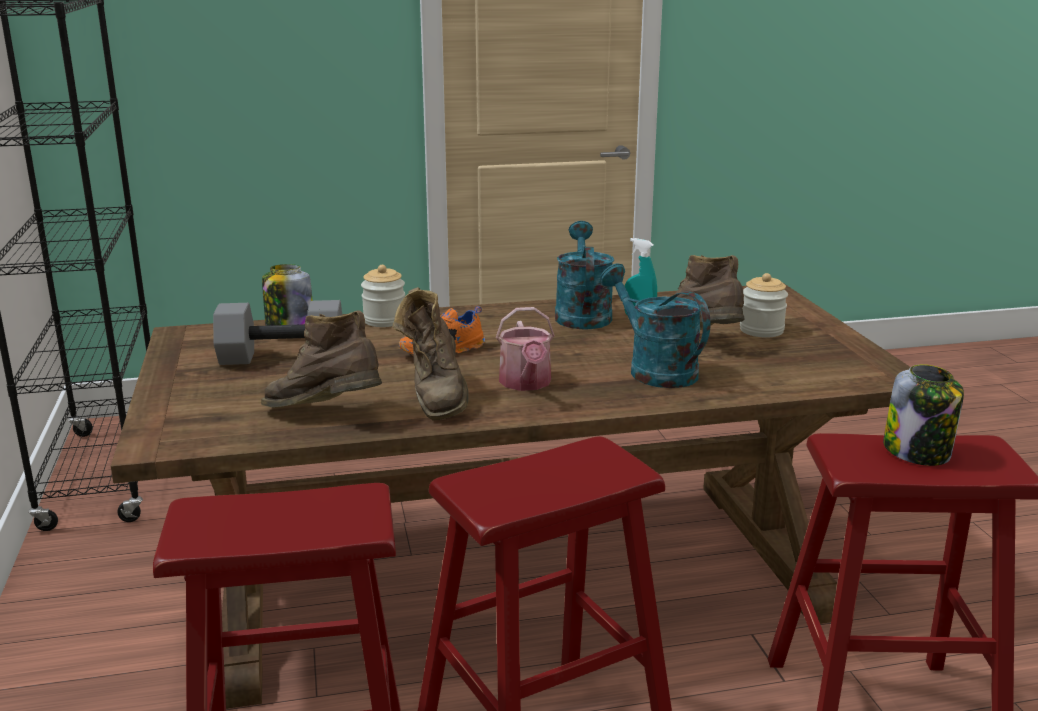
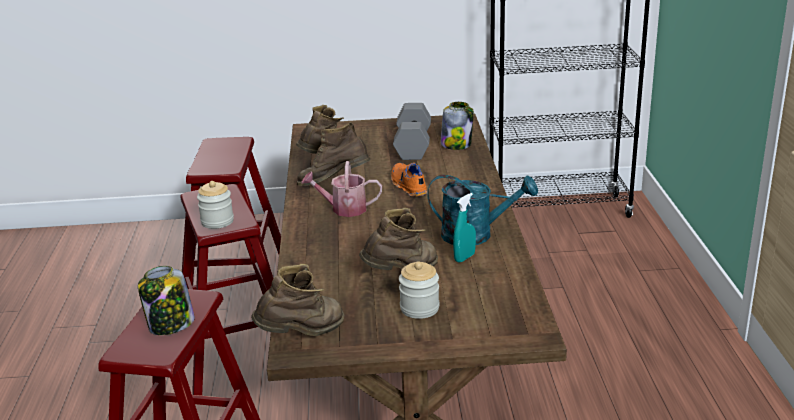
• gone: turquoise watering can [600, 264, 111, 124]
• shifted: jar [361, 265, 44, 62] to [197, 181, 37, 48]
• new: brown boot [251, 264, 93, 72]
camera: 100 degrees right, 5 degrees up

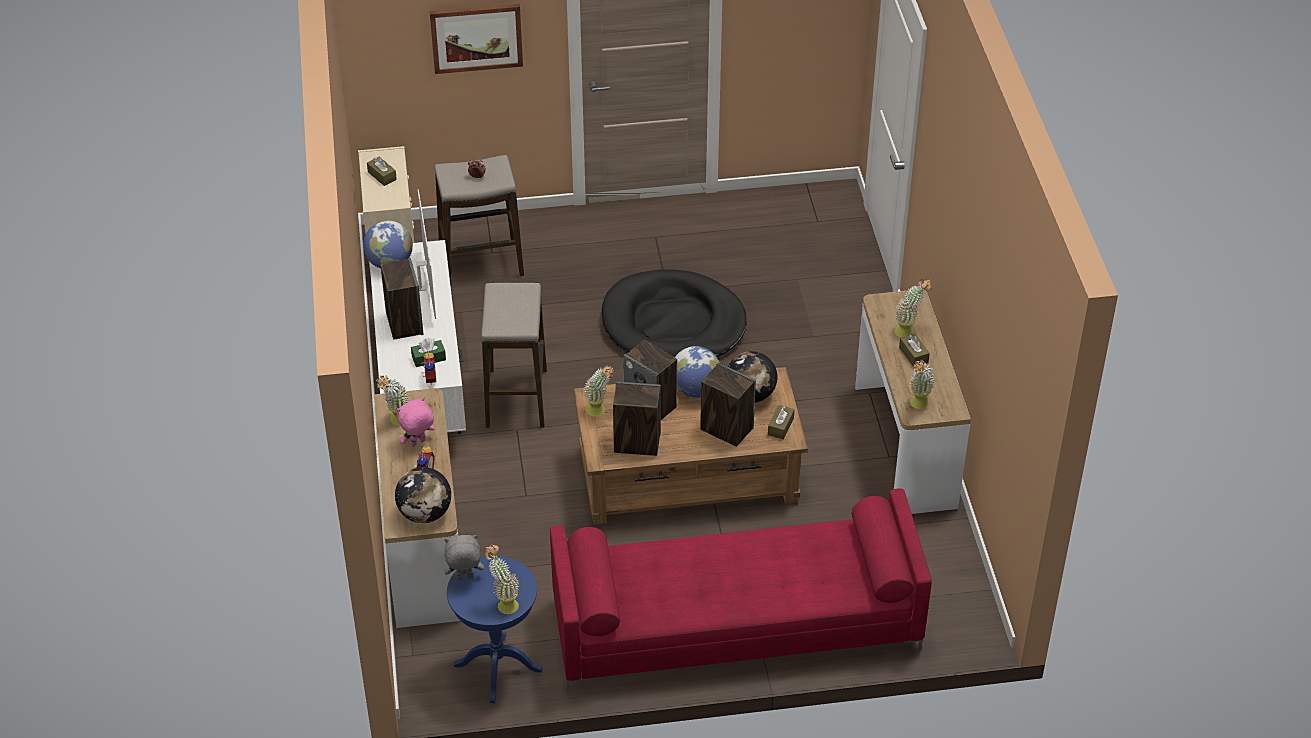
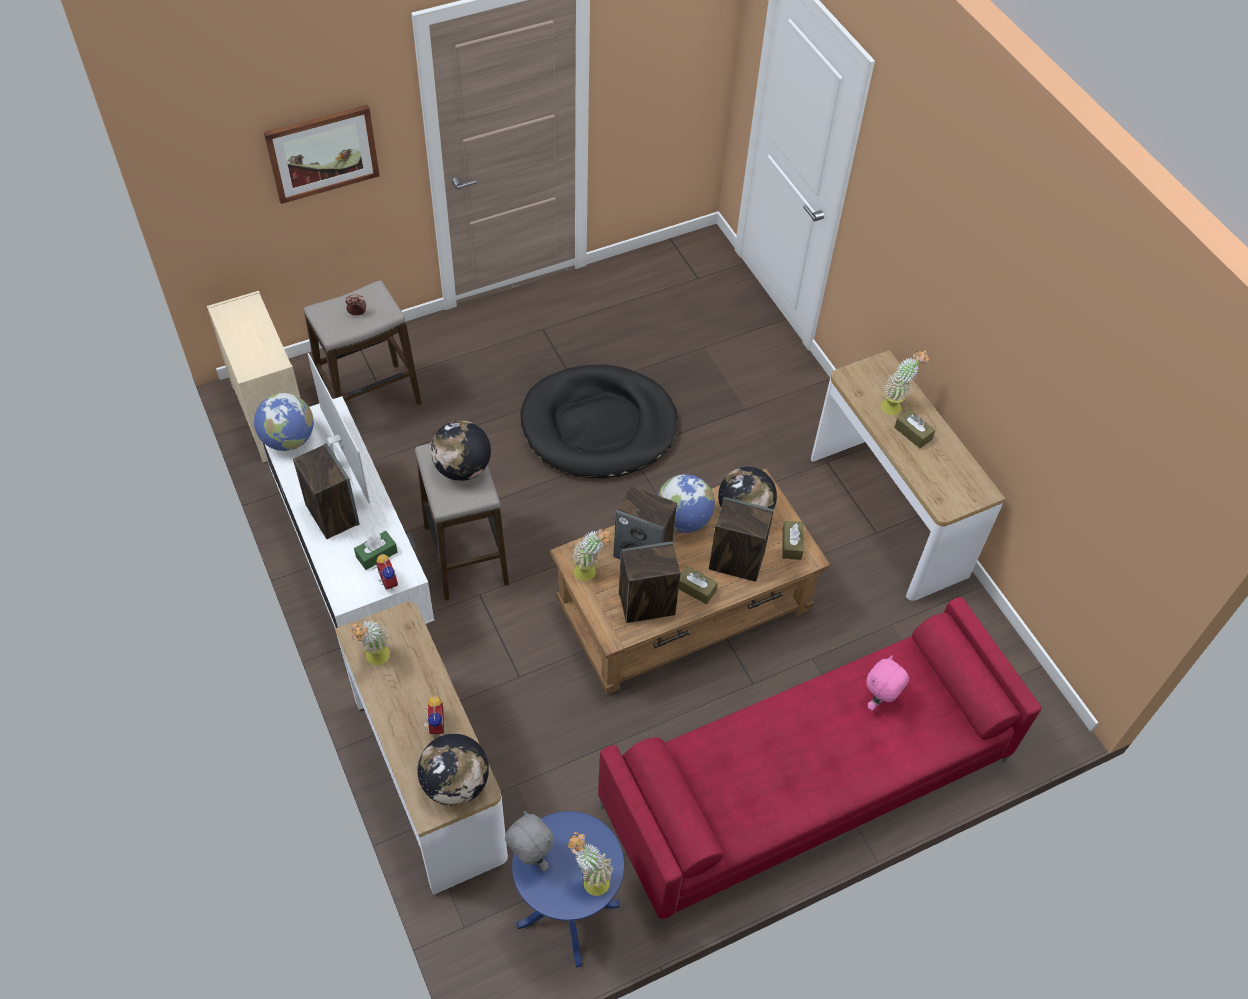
• shifted: brown tissue box [367, 157, 30, 29] to [679, 566, 39, 38]
• gone: potted plant [910, 360, 24, 49]
• shifted: pink plush toy [397, 397, 38, 50] to [866, 655, 43, 56]
• rotated: grey plush toy [444, 535, 40, 45] = [505, 811, 49, 60] 75 degrees clockwise
• new: globe [430, 420, 61, 61]
camera: 20 degrees left, 10 degrees up

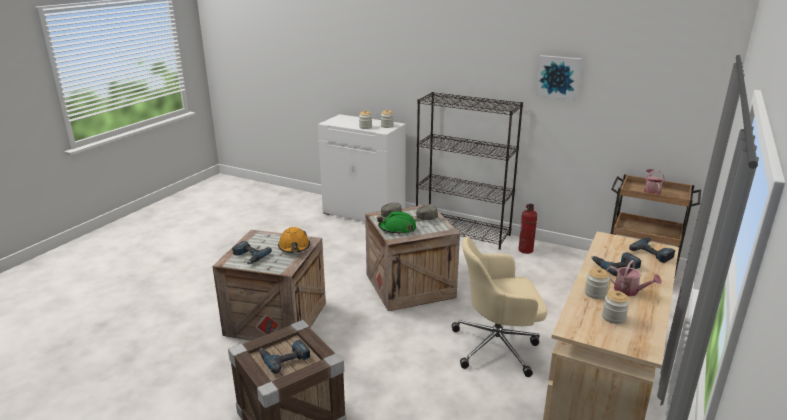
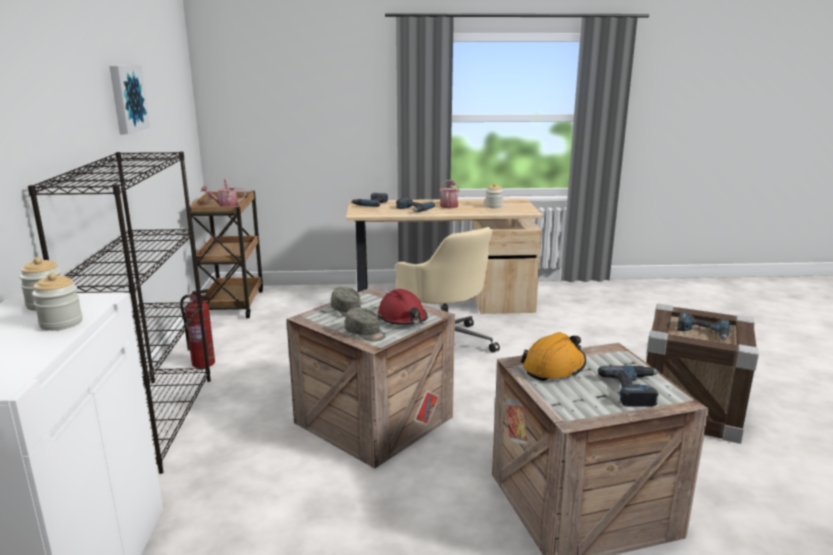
• repainted: green hard hat [377, 211, 39, 24] to red hard hat [378, 289, 50, 36]
• gone: jar [585, 268, 25, 31]
camera: 120 degrees left, 5 degrees down

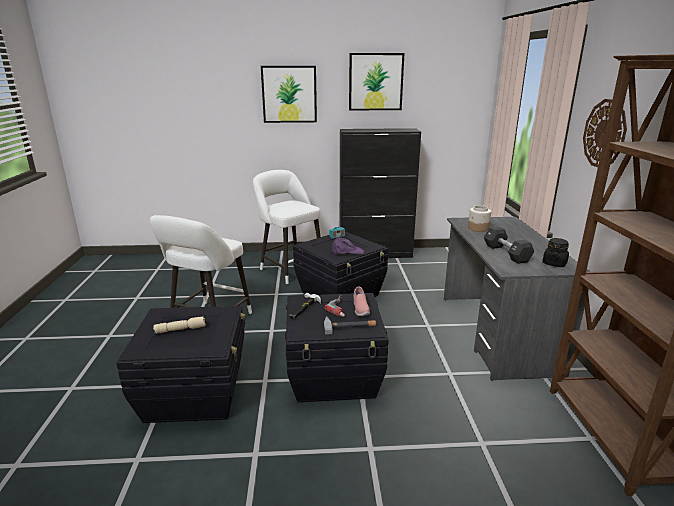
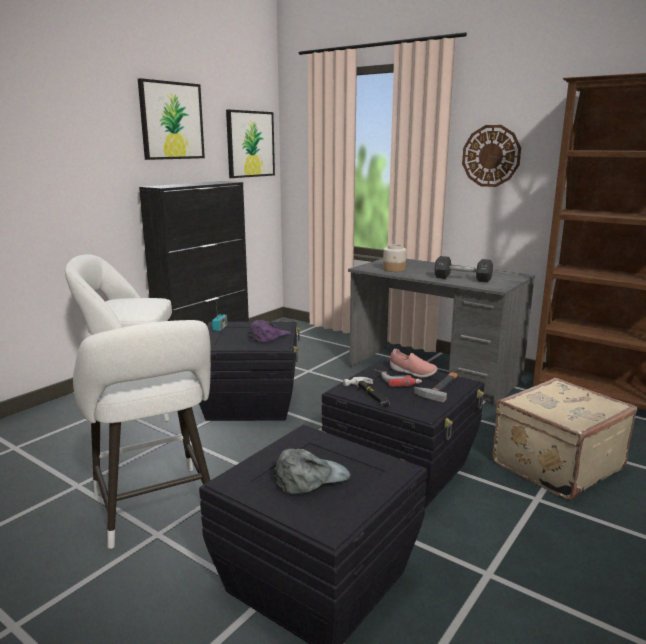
• shifted: picture [261, 66, 56, 57] to [226, 110, 49, 68]
• gone: black jar [542, 238, 27, 29]
• swapped: beige flashlight [153, 317, 53, 17] to grey cap [273, 449, 77, 45]
• new: beige suitcase [492, 378, 145, 122]
camera: 50 degrees left, 5 degrees down

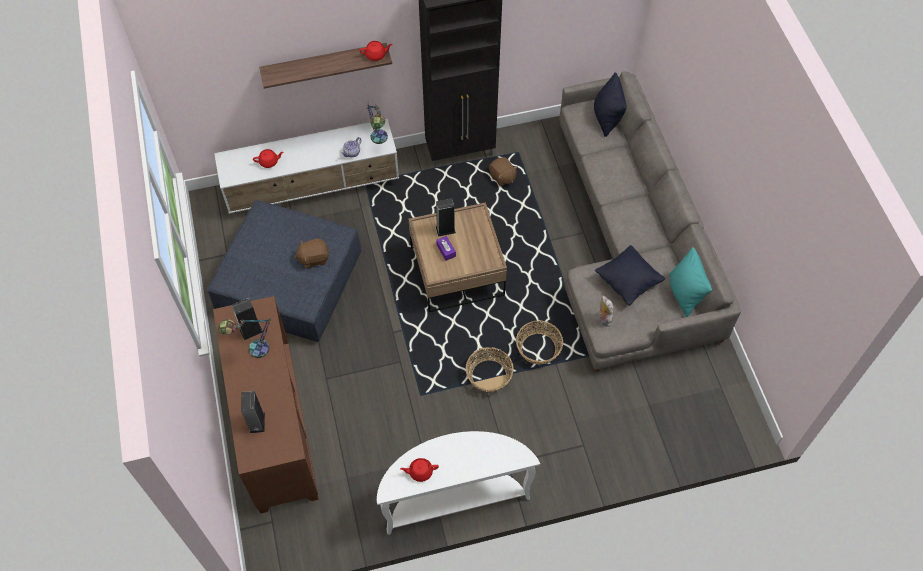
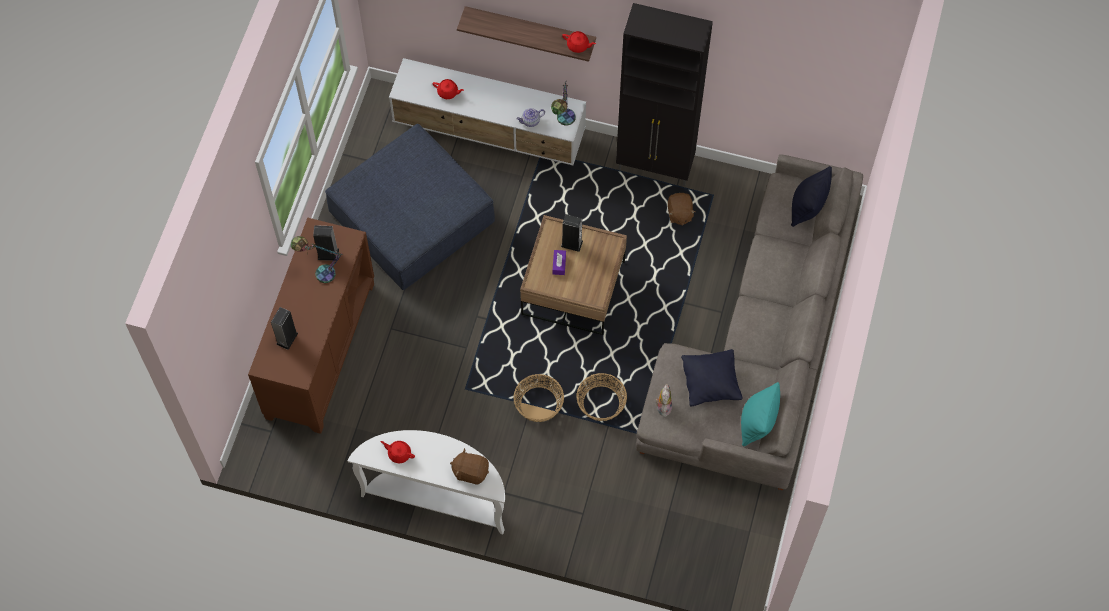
• shifted: brown plush toy [295, 239, 34, 30] to [450, 448, 39, 36]
camera: 30 degrees right, 5 degrees up

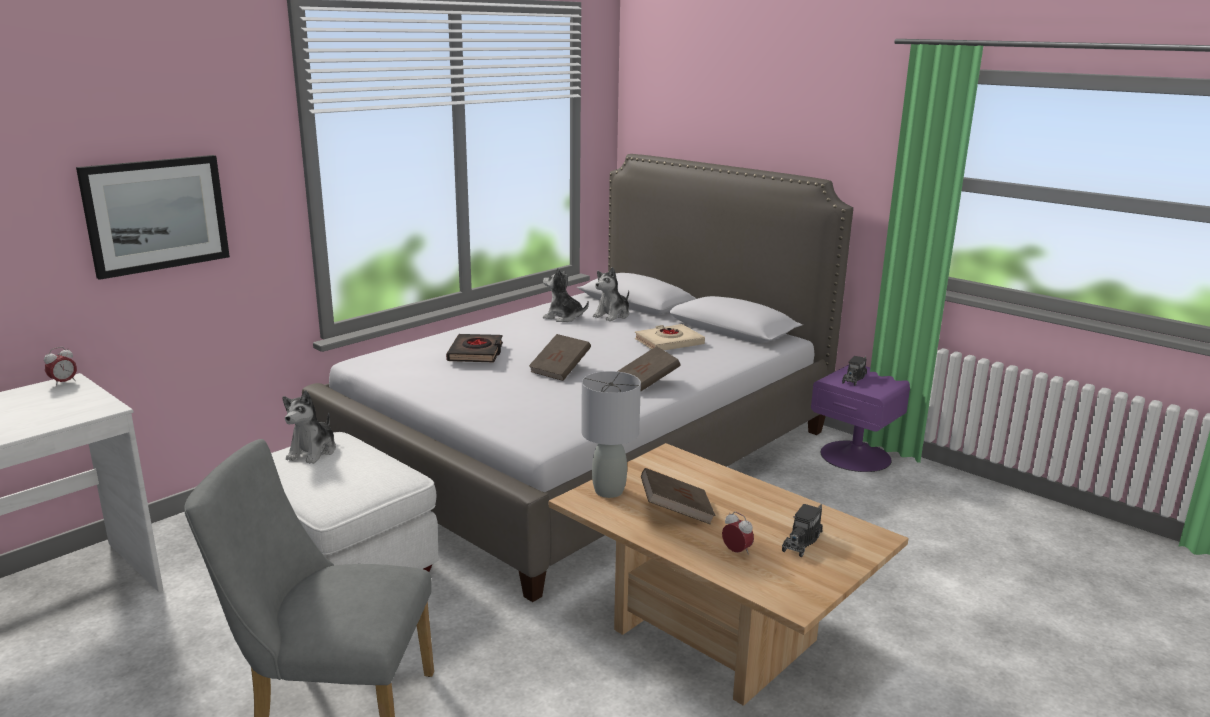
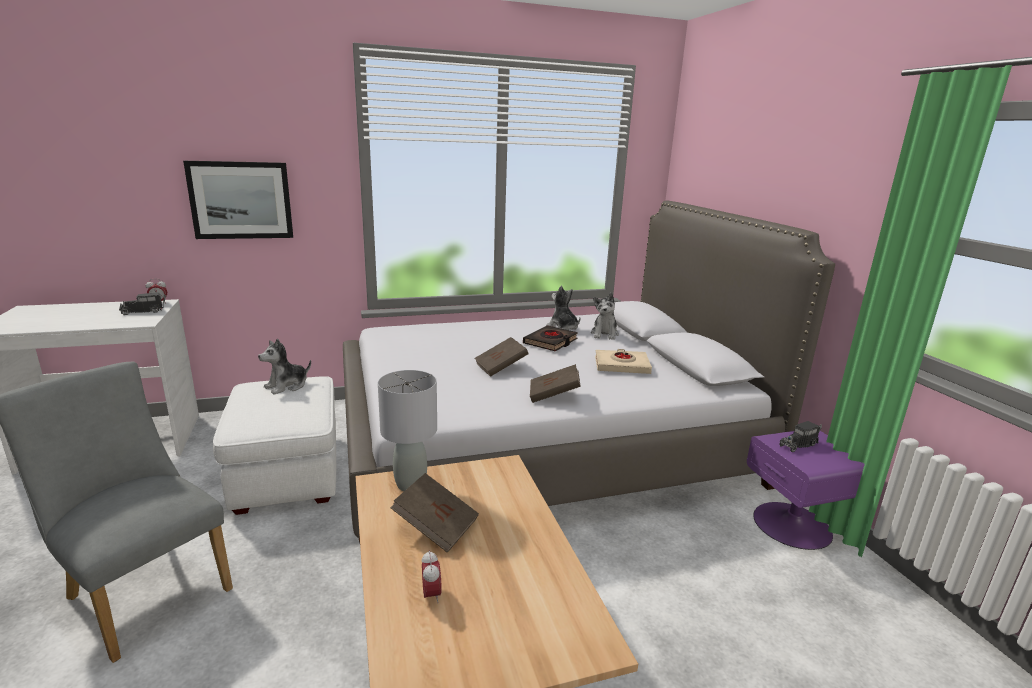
• rotated: plush toy [593, 267, 36, 54] = [591, 293, 28, 47] 60 degrees counterclockwise
• shifted: black book [446, 334, 57, 29] to [523, 325, 55, 26]
• shifted: toy truck [782, 504, 41, 53] to [119, 292, 47, 23]
camera: 30 degrees right, 0 degrees up

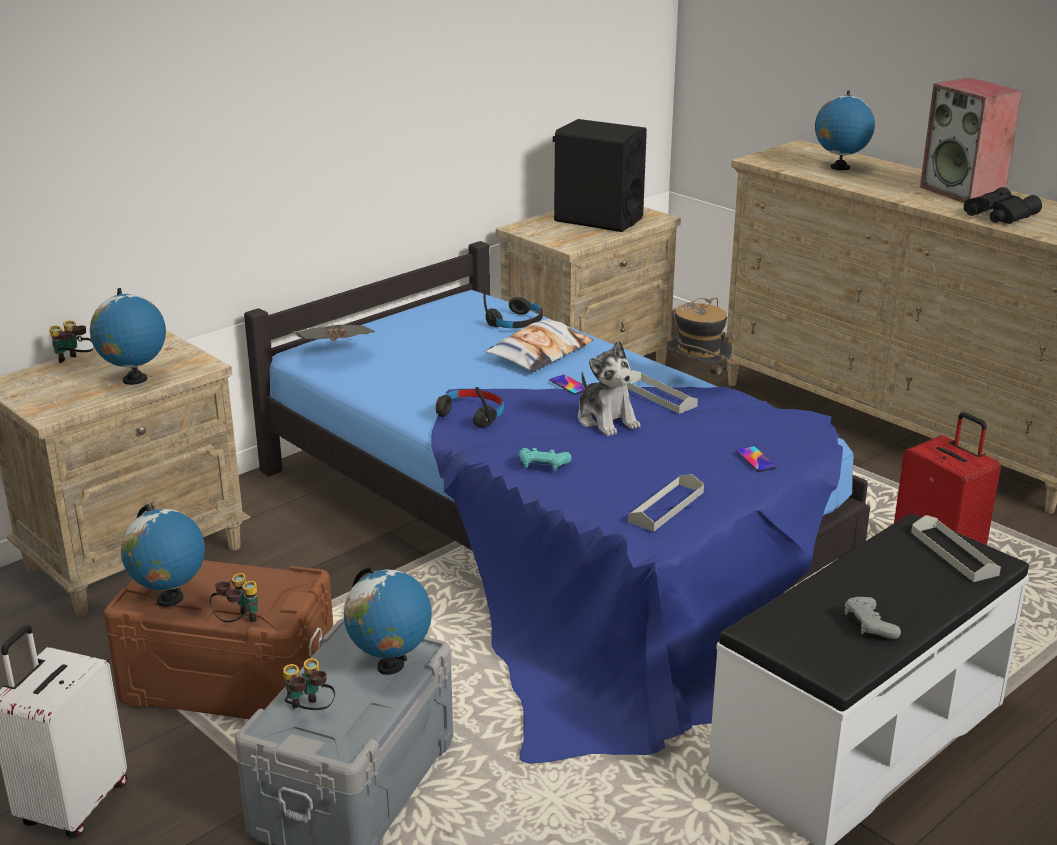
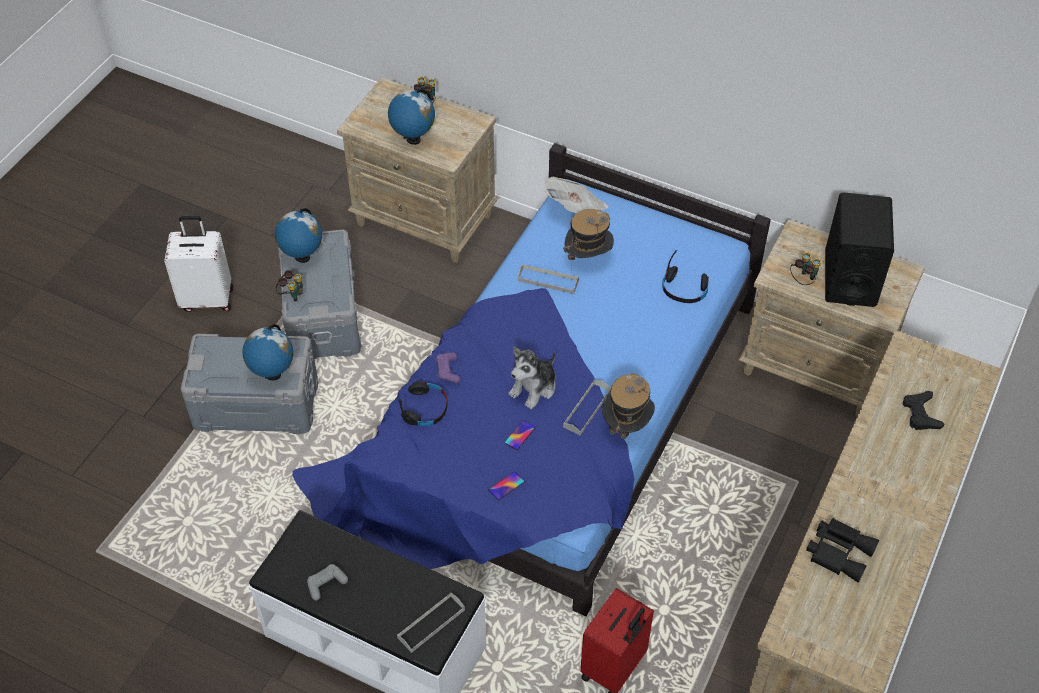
• gone: speaker [920, 78, 102, 125]
• swapped: globe [815, 90, 60, 80] to black game controller [903, 391, 41, 39]
• gone: pillow [486, 319, 107, 53]
• shifted: phone [549, 375, 35, 19] to [505, 420, 31, 30]
• shifted: black headphones [436, 387, 68, 40] to [399, 381, 49, 45]
• repainted: turquoise game controller [519, 448, 53, 23] to purple game controller [436, 353, 24, 30]
• shifted: grey tray [628, 474, 76, 58] to [518, 264, 61, 30]
• repainted: brown storage box [104, 560, 229, 159] to grey storage box [278, 229, 83, 130]
• shifted: binoculars [283, 658, 52, 52] to [790, 252, 31, 33]
• new: hat [563, 209, 51, 63]
camera: 70 degrees right, 25 degrees up

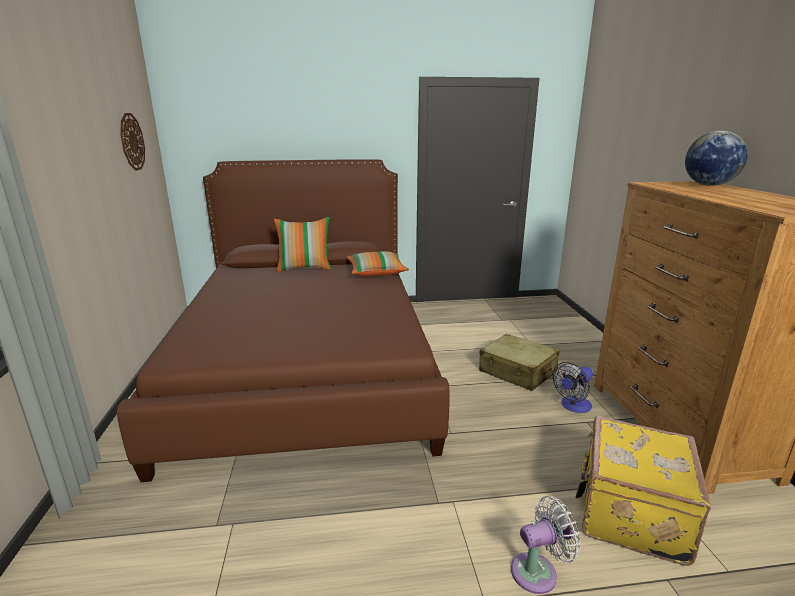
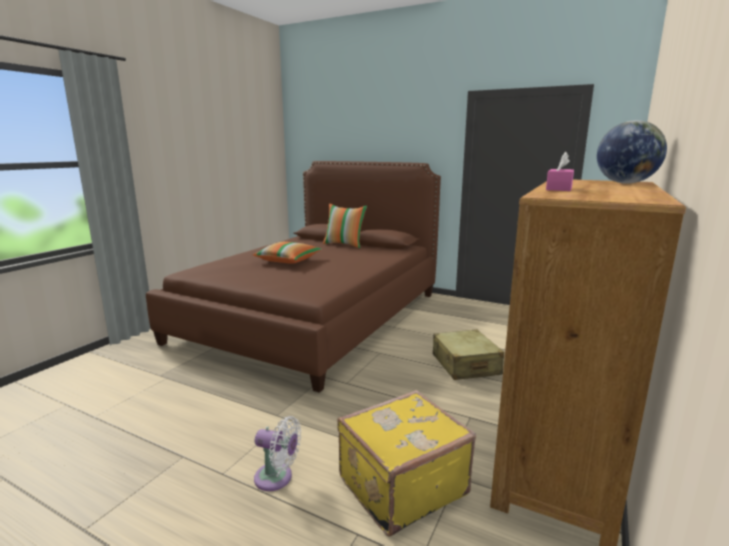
• gone: wall clock [120, 113, 25, 58]
• shifted: pillow [346, 251, 63, 26] to [253, 242, 69, 22]
• gone: fan [553, 362, 40, 51]
• new: pink tissue box [546, 152, 28, 39]
camera: 35 degrees right, 5 degrees down

